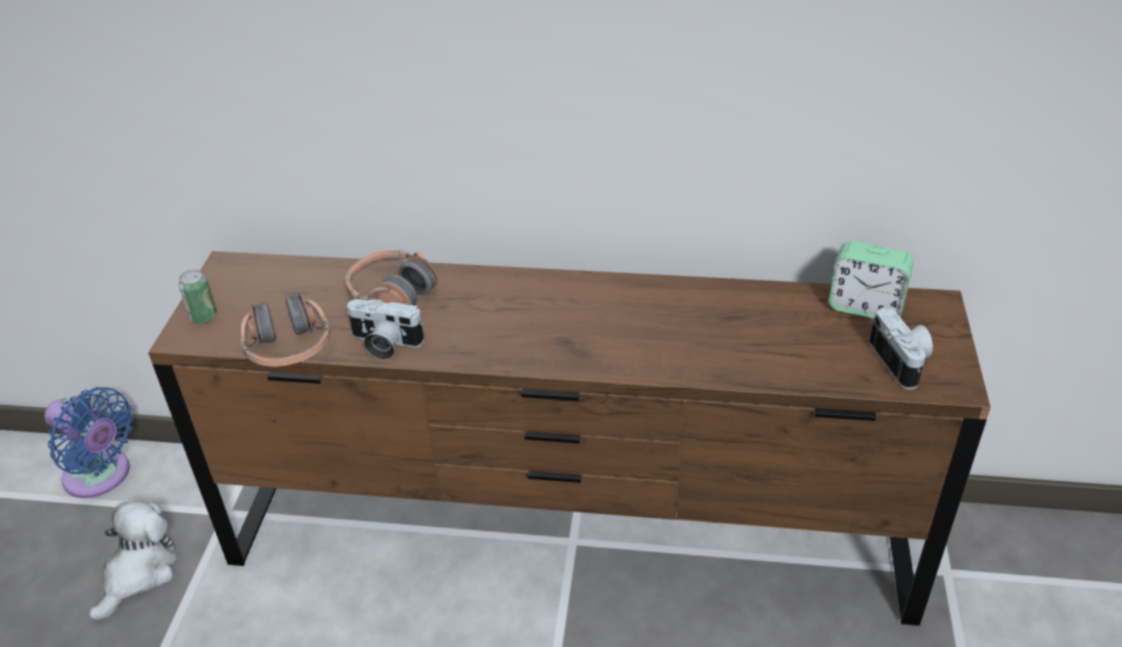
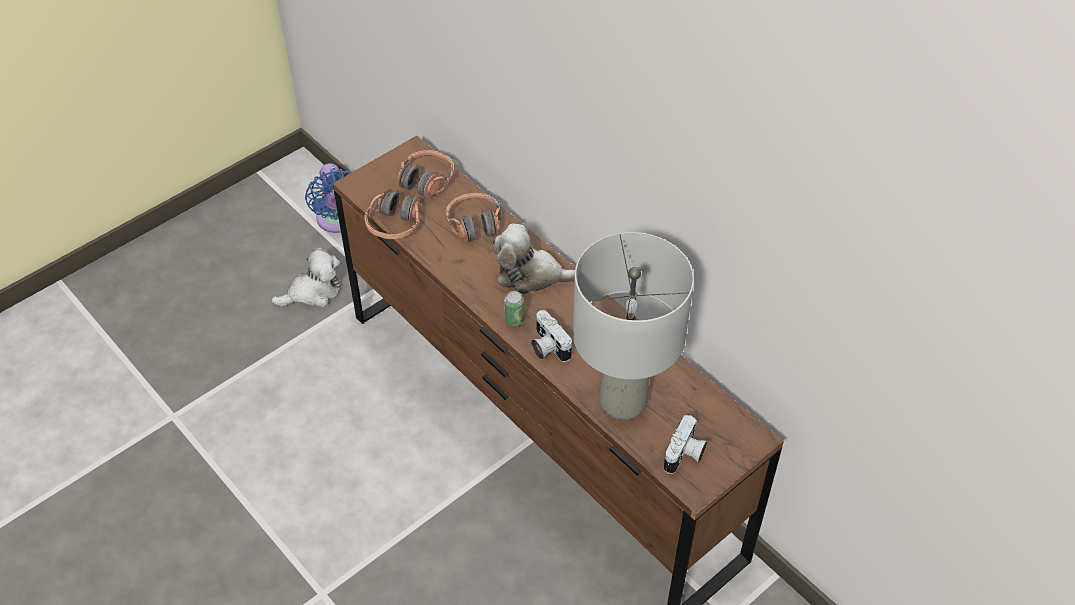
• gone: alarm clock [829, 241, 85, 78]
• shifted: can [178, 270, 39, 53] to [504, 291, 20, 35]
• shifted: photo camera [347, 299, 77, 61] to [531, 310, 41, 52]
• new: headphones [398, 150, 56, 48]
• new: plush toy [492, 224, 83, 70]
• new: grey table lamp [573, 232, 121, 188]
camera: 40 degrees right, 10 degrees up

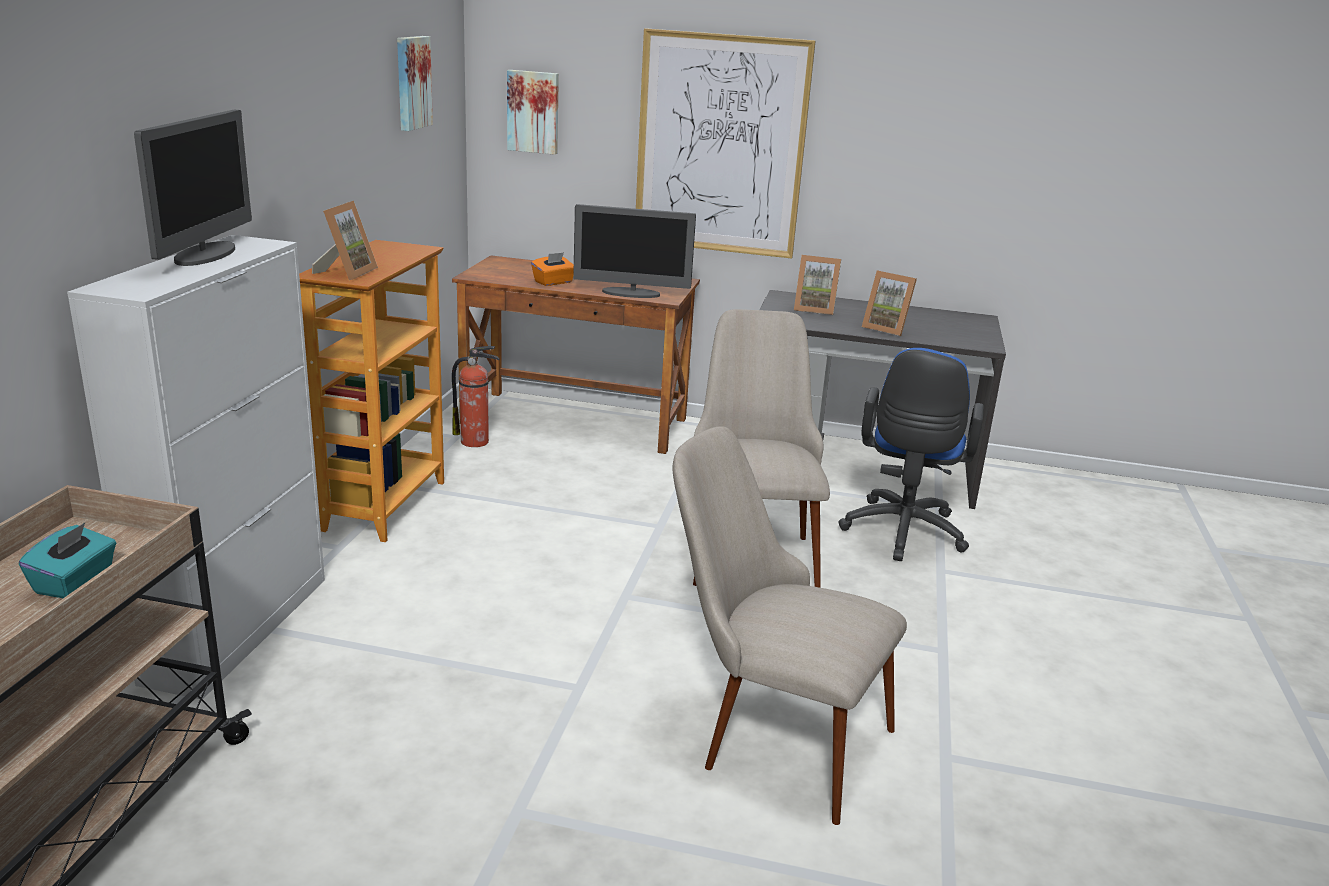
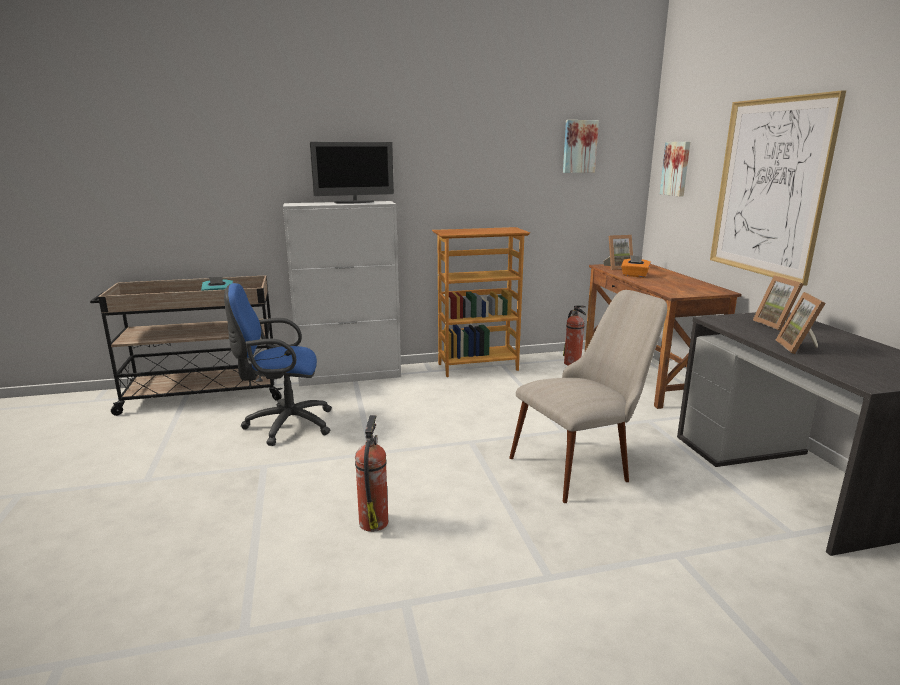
• shifted: picture frame [312, 201, 66, 79] to [603, 235, 30, 35]
• gone: monitor [573, 204, 123, 94]
• shifted: blue office chair [838, 348, 146, 213] to [224, 283, 108, 163]
• swapped: beige chair [673, 426, 234, 399] to fire extinguisher [355, 415, 33, 117]
camera: 65 degrees right, 5 degrees down

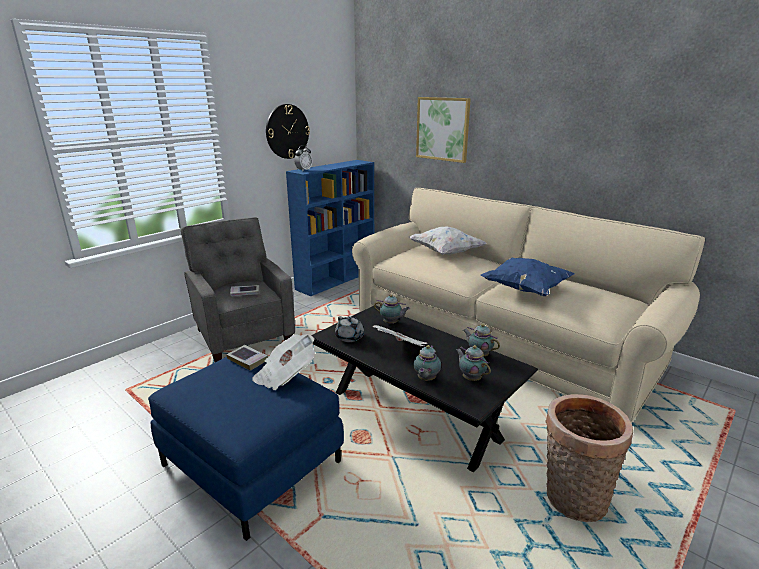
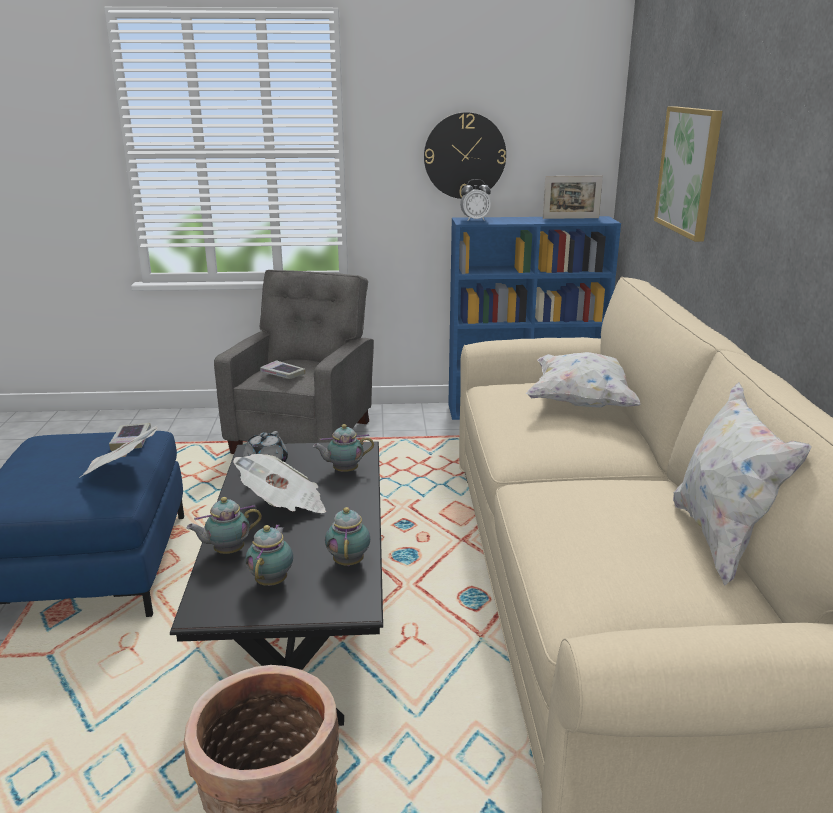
• gone: blue pillow [480, 258, 94, 38]
• rotated: teapot [374, 294, 36, 30] = [313, 424, 61, 48] 105 degrees clockwise
• new: picture frame [543, 175, 60, 44]
• new: white pillow [673, 382, 138, 204]
camera: 45 degrees right, 0 degrees up

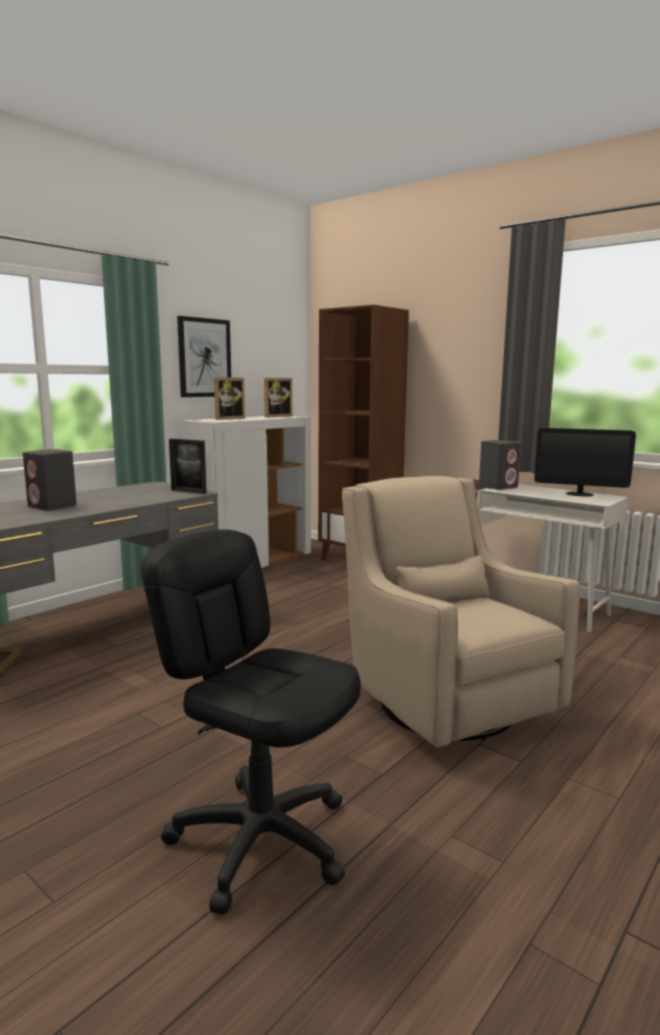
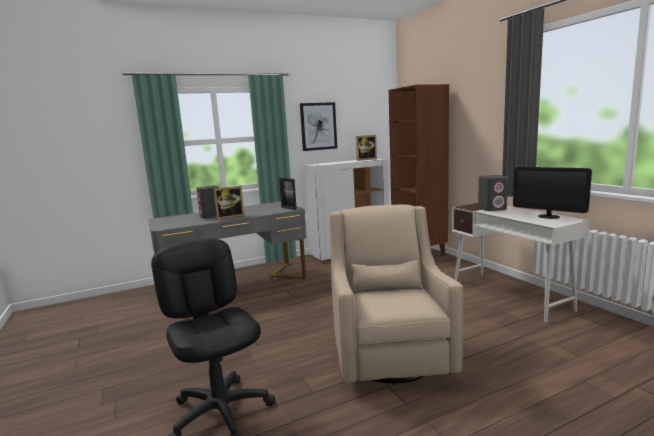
• shifted: picture frame [214, 377, 31, 43] to [213, 186, 32, 34]
camera: 25 degrees right, 0 degrees up

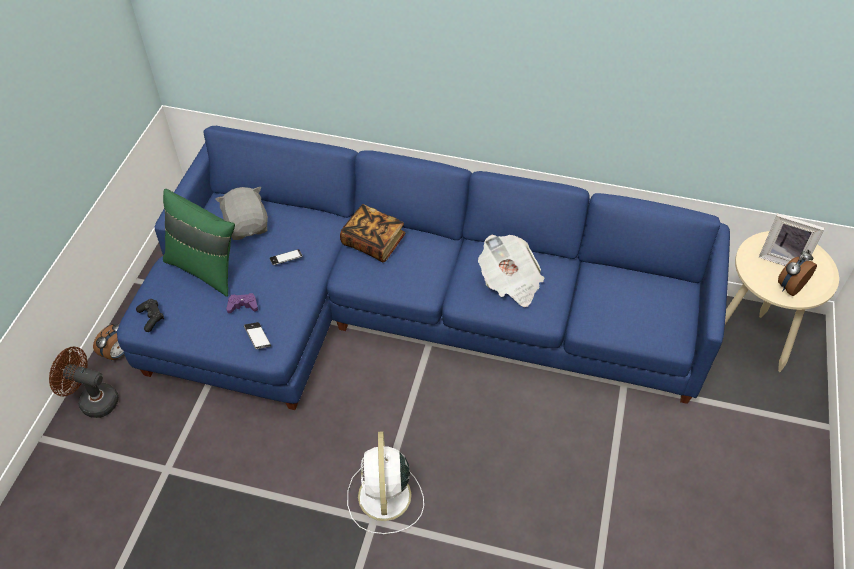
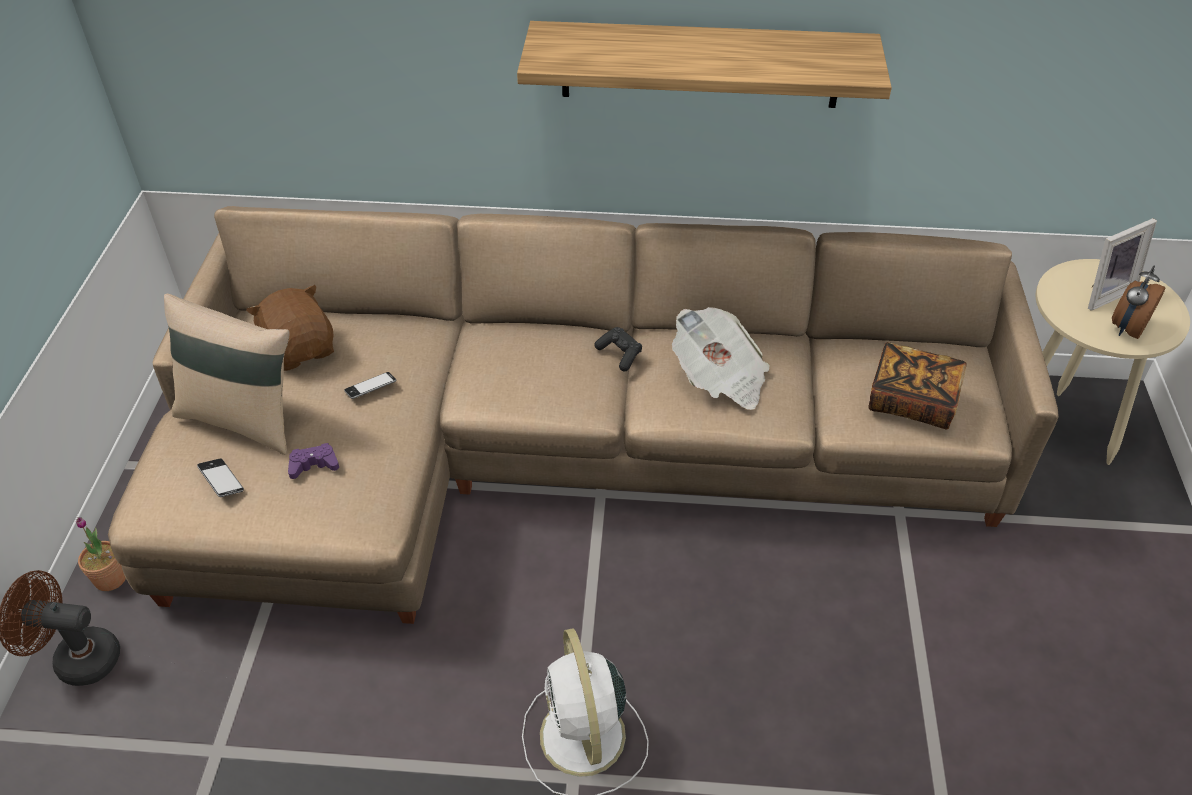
• repainted: blue sofa [117, 126, 613, 284] to beige sofa [108, 206, 951, 418]
• repainted: grey plush toy [215, 187, 53, 53] to brown plush toy [246, 285, 88, 86]
• repainted: green pillow [163, 189, 72, 108] to beige pillow [164, 293, 126, 162]
• shifted: book [340, 204, 66, 58] to [868, 342, 98, 87]
• rotated: picture frame [759, 213, 66, 53] = [1088, 218, 69, 93] 45 degrees counterclockwise
• shifted: black game controller [136, 299, 28, 33] to [595, 327, 47, 44]
• shifted: phone [244, 322, 27, 27] to [197, 459, 47, 38]
• swapped: alarm clock [93, 323, 31, 38] to potted plant [76, 517, 50, 74]
• new: shelf [517, 21, 375, 87]
camera: 10 degrees left, 5 degrees down

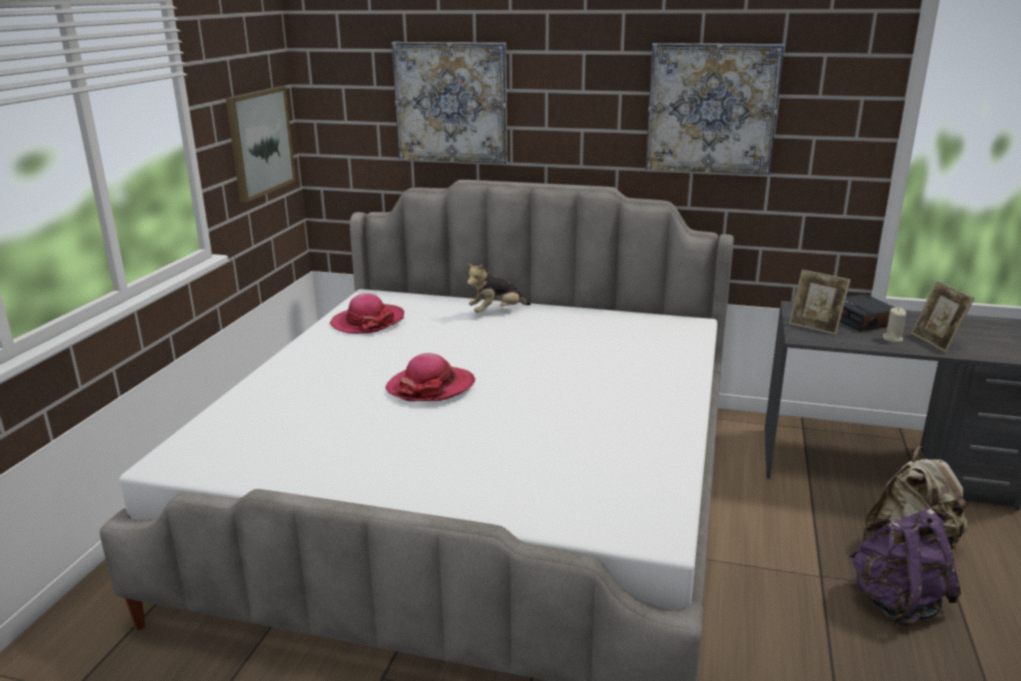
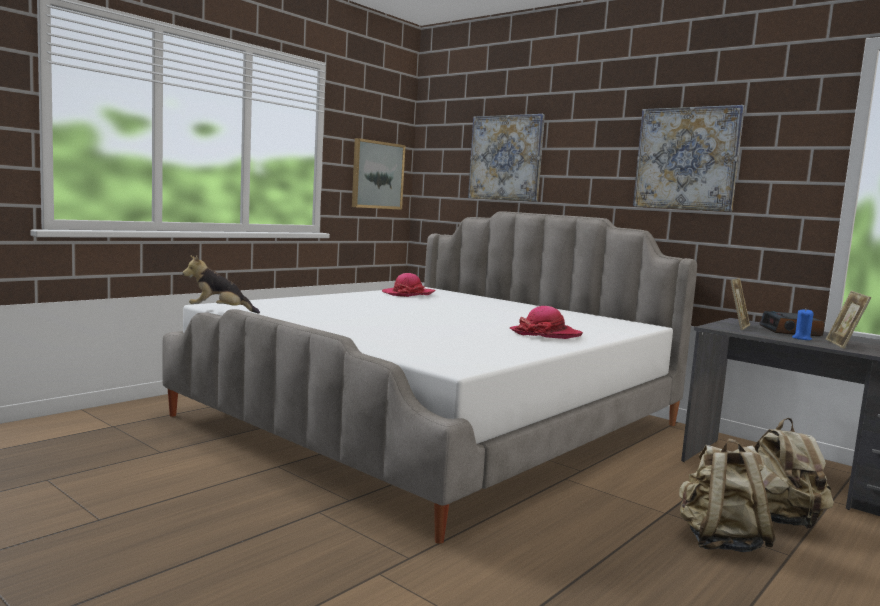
• shifted: plush toy [466, 263, 64, 50] to [183, 255, 77, 59]
• rotated: picture frame [789, 270, 62, 65] = [730, 278, 20, 52] 120 degrees counterclockwise
• repainted: beige candle [883, 307, 23, 35] to blue candle [792, 309, 22, 31]
• shifted: hat [386, 353, 89, 48] to [510, 306, 73, 33]
• repainted: purple backpack [849, 508, 112, 118] to beige backpack [679, 438, 97, 114]
camera: 25 degrees right, 15 degrees down

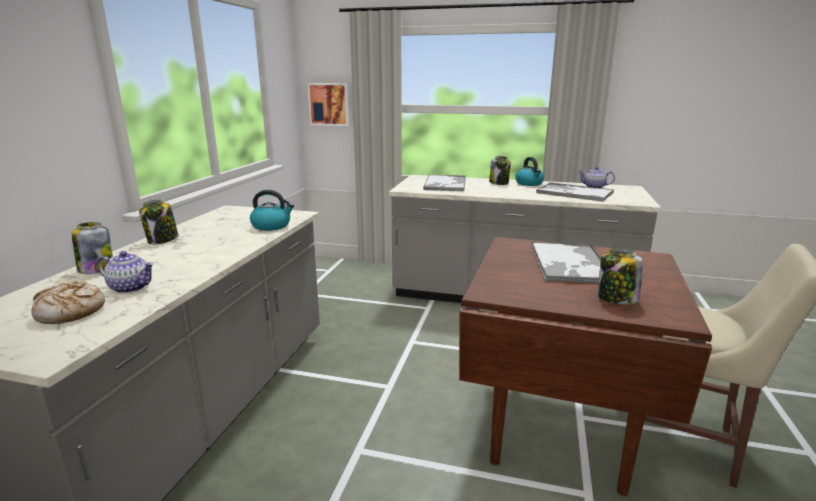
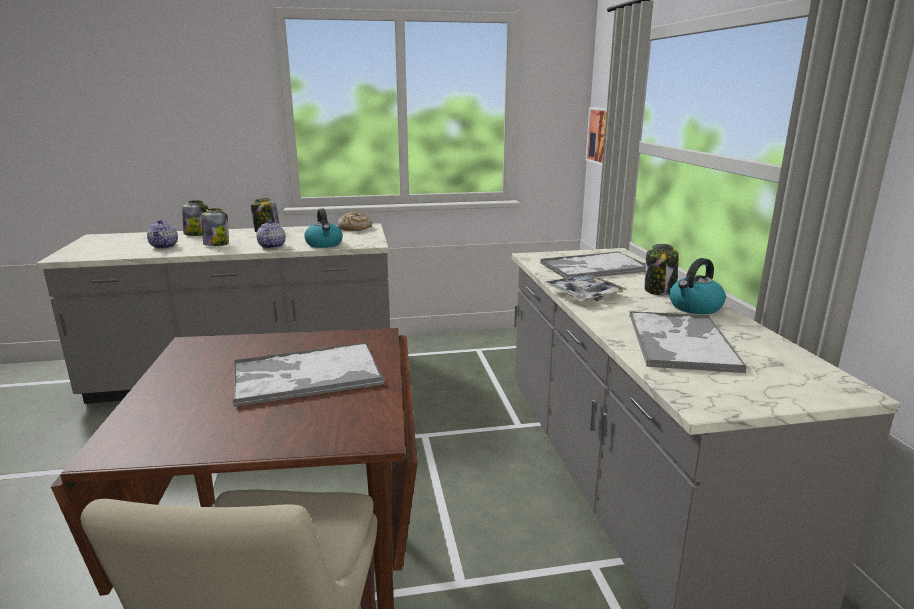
• shifted: teapot [578, 167, 37, 21] to [256, 220, 30, 29]
• shifted: jar [598, 248, 45, 56] to [202, 208, 27, 38]
• shifted: bread [31, 281, 74, 43] to [337, 212, 35, 19]
• new: tray [543, 273, 85, 28]
camera: 65 degrees right, 0 degrees up

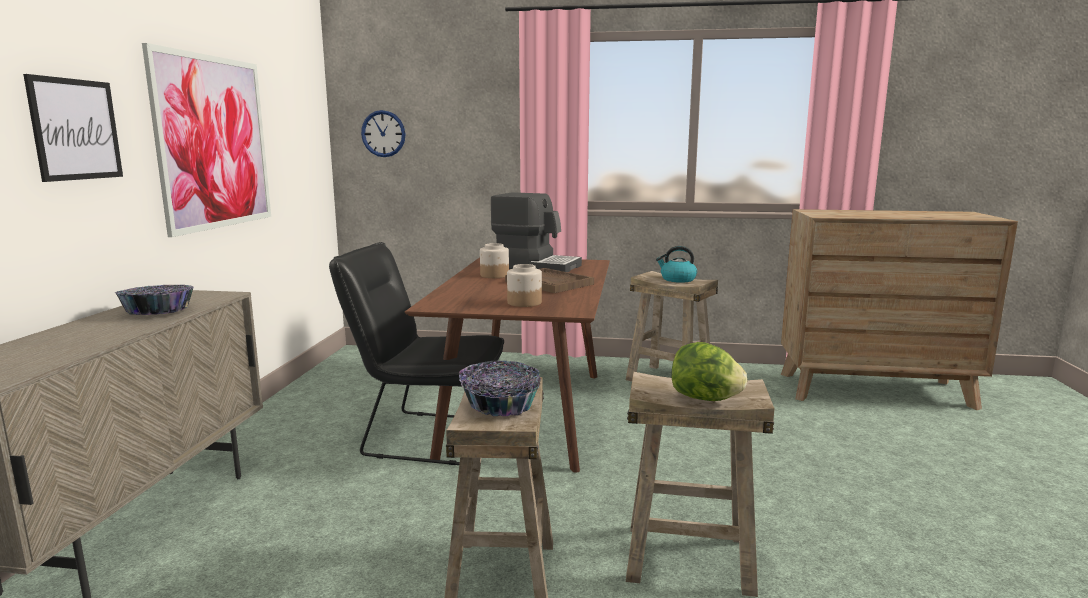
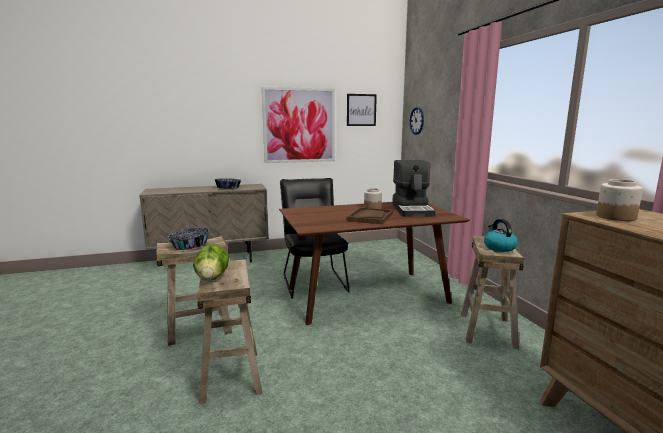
• shifted: picture [23, 74, 100, 108] to [347, 94, 30, 32]
• shifted: jar [507, 264, 35, 43] to [596, 179, 47, 42]
camera: 65 degrees right, 0 degrees up

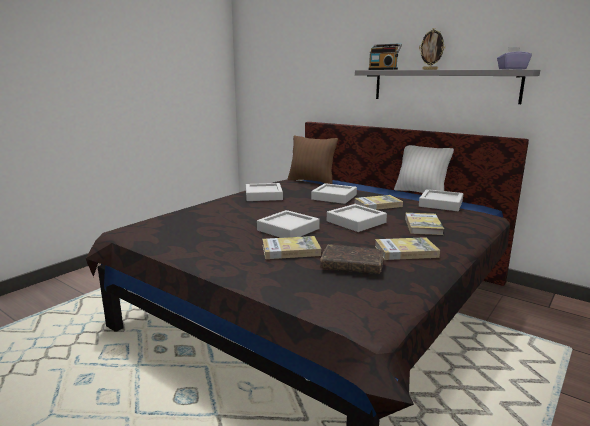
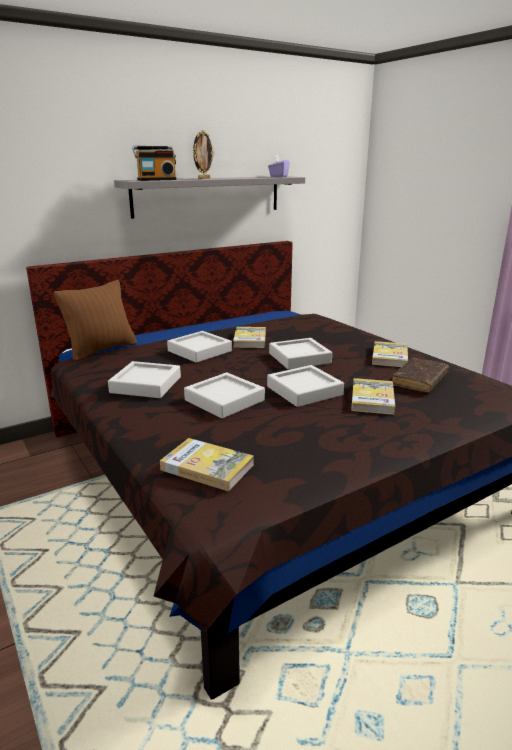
• gone: white pillow [394, 145, 60, 48]
• shifted: grey tray [419, 189, 44, 22] to [184, 372, 81, 47]
• shifted: book [405, 213, 39, 22] to [160, 438, 94, 53]
camera: 70 degrees left, 5 degrees up

